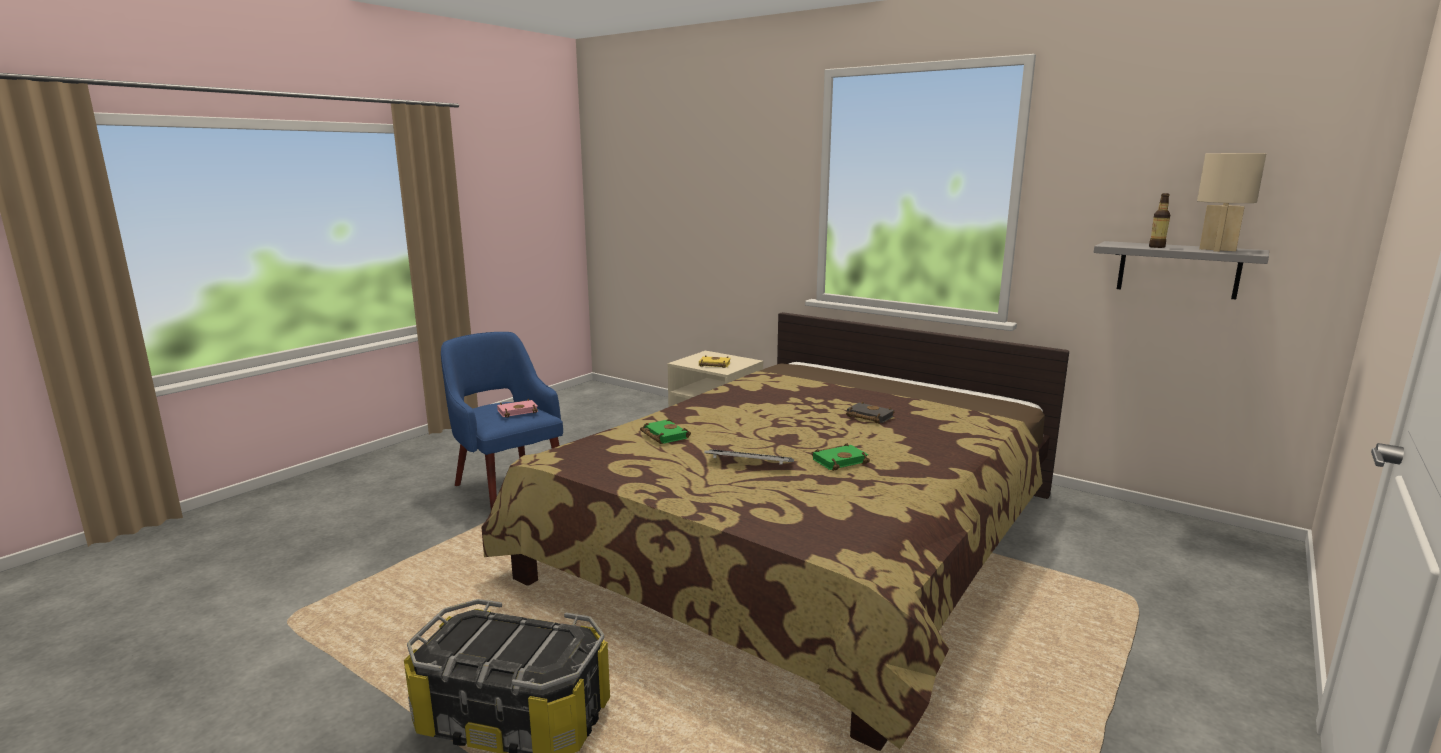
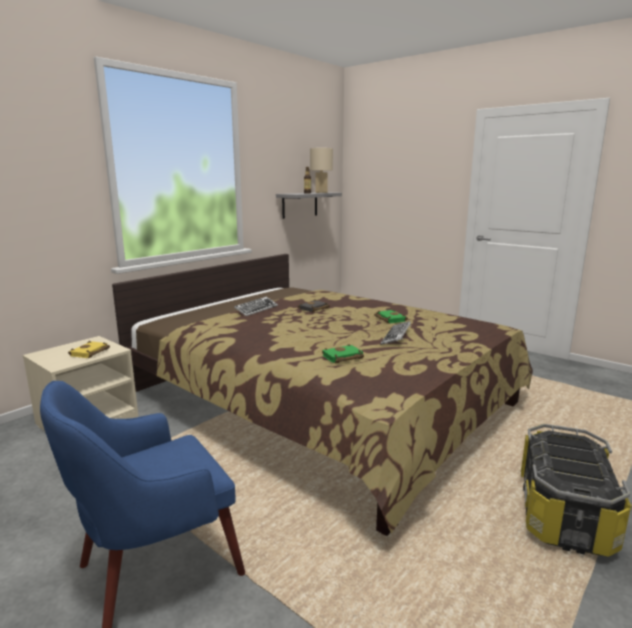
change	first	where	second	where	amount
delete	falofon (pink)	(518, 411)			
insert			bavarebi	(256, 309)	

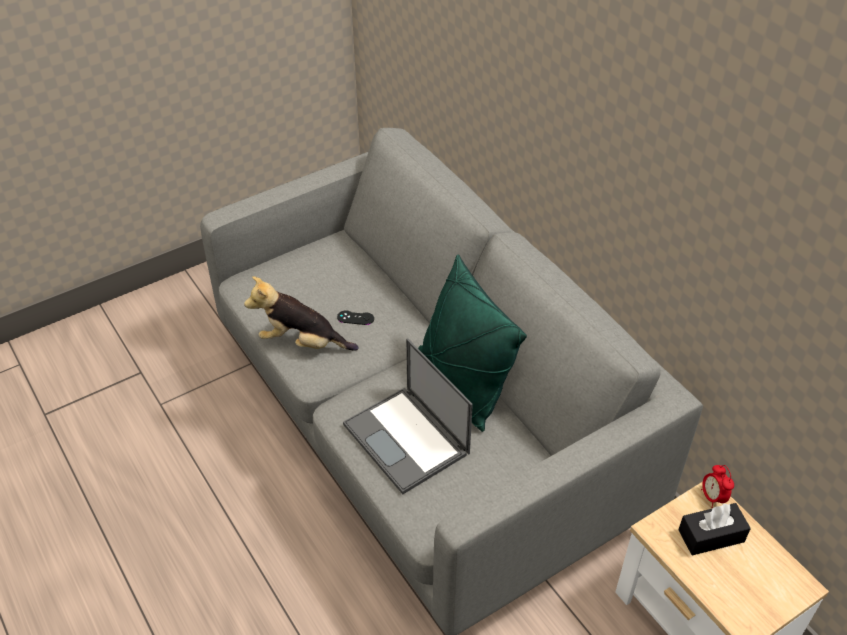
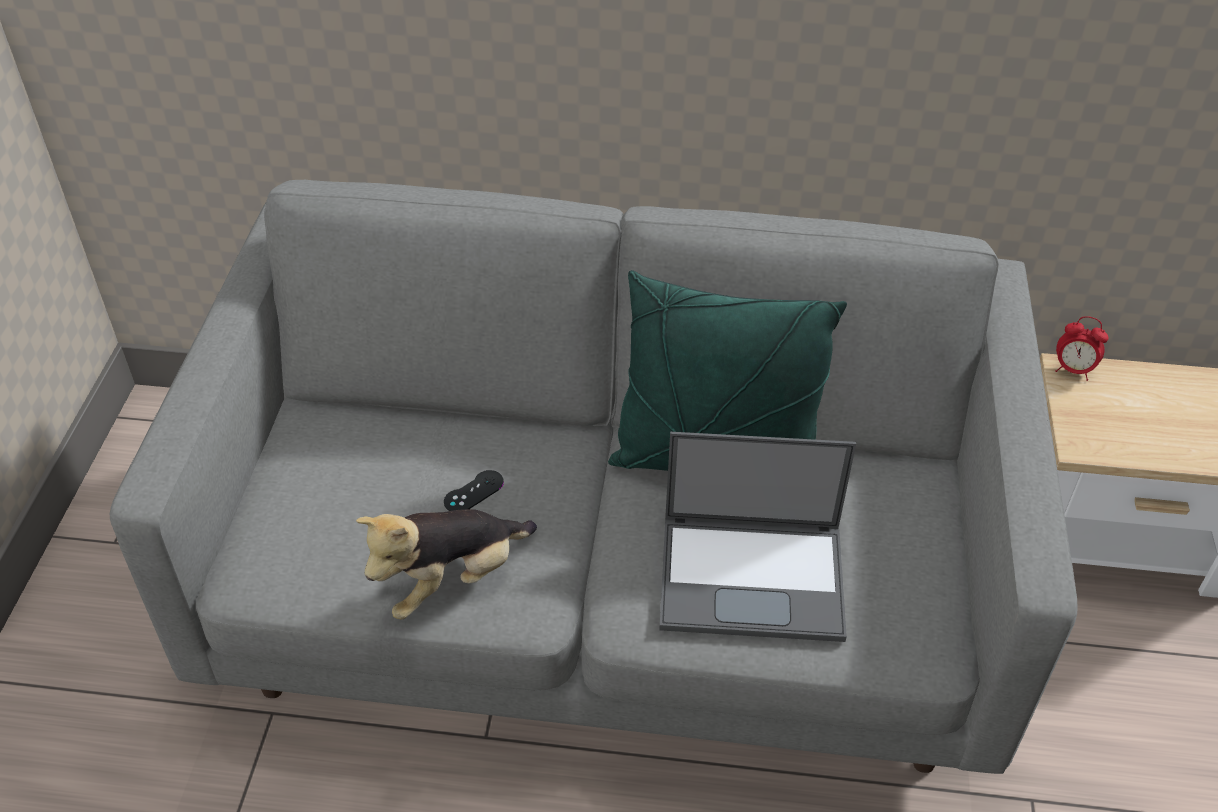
change	first	where	second	where	amount
delete	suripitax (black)	(711, 536)			

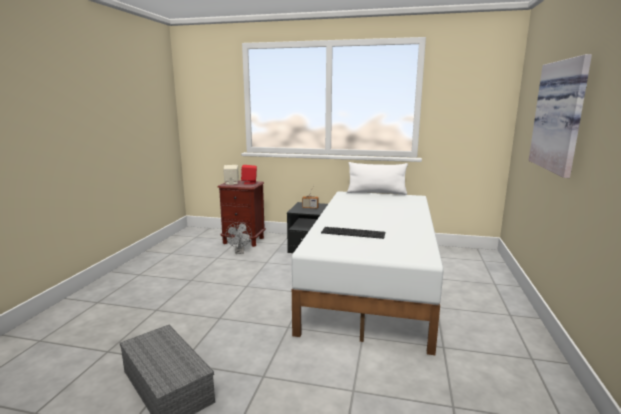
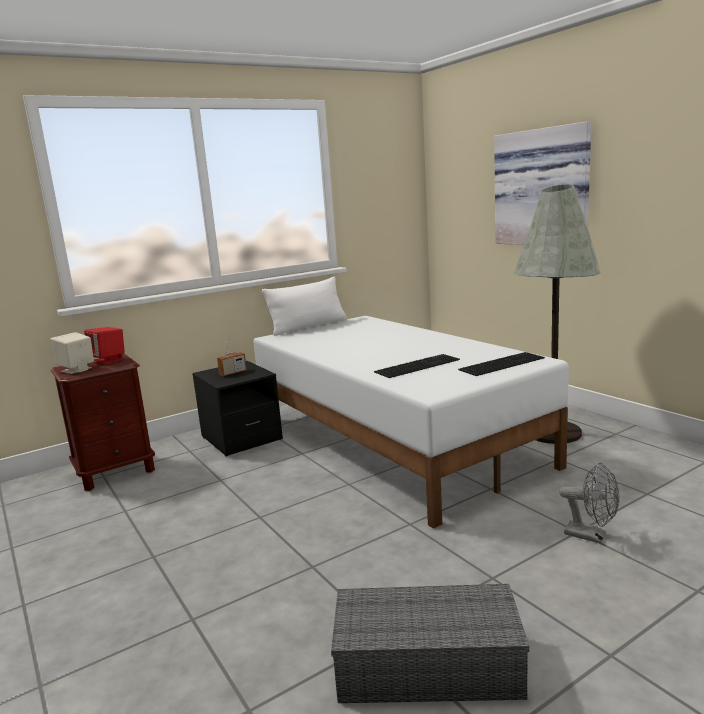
change	first	where	second	where	amount
move	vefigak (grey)	(240, 252)		(591, 536)	
insert			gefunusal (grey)	(553, 433)	
insert			bavarebi	(501, 363)	

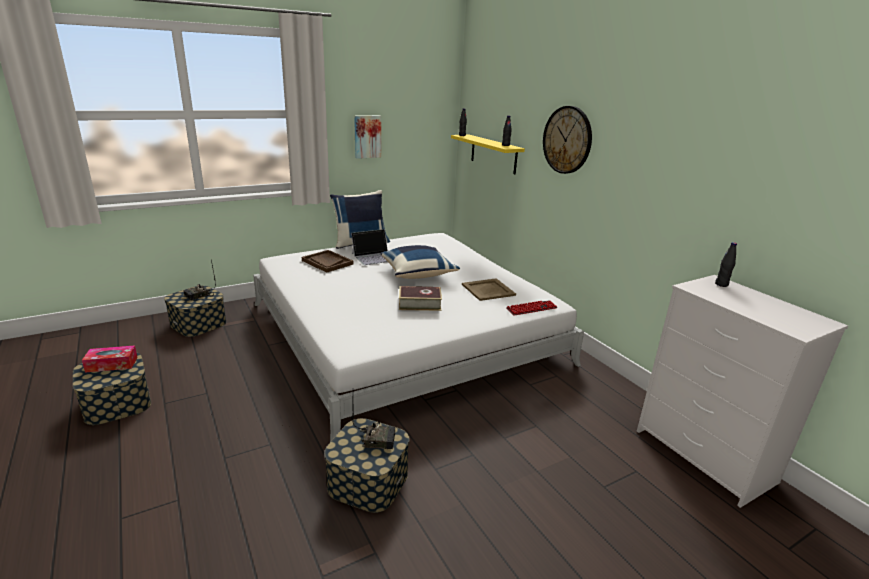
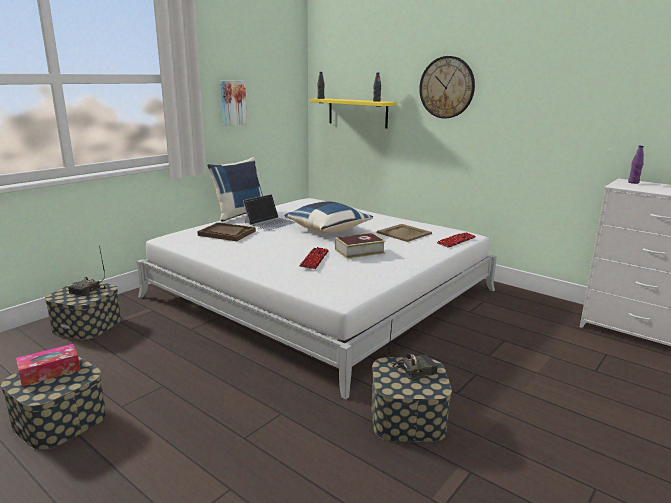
change	first	where	second	where	amount
recolor	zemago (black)	(721, 284)	zemago (purple)	(633, 182)	
insert			bavarebi	(314, 259)	

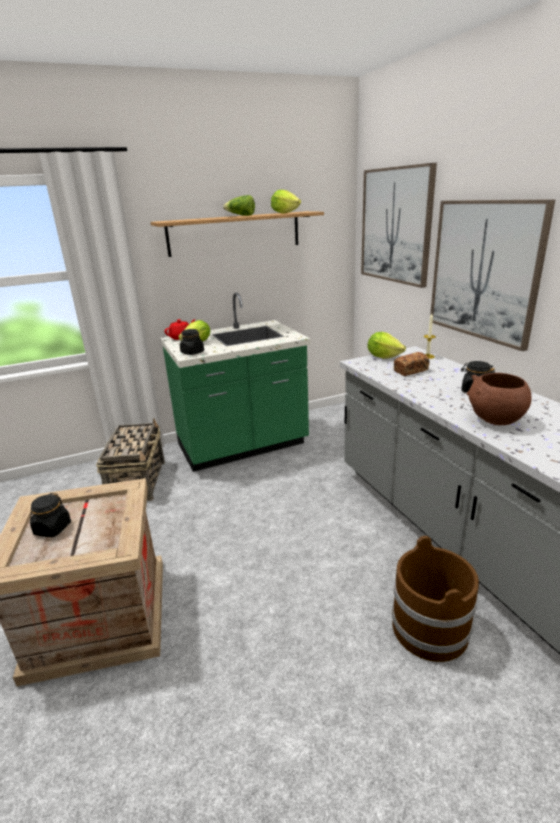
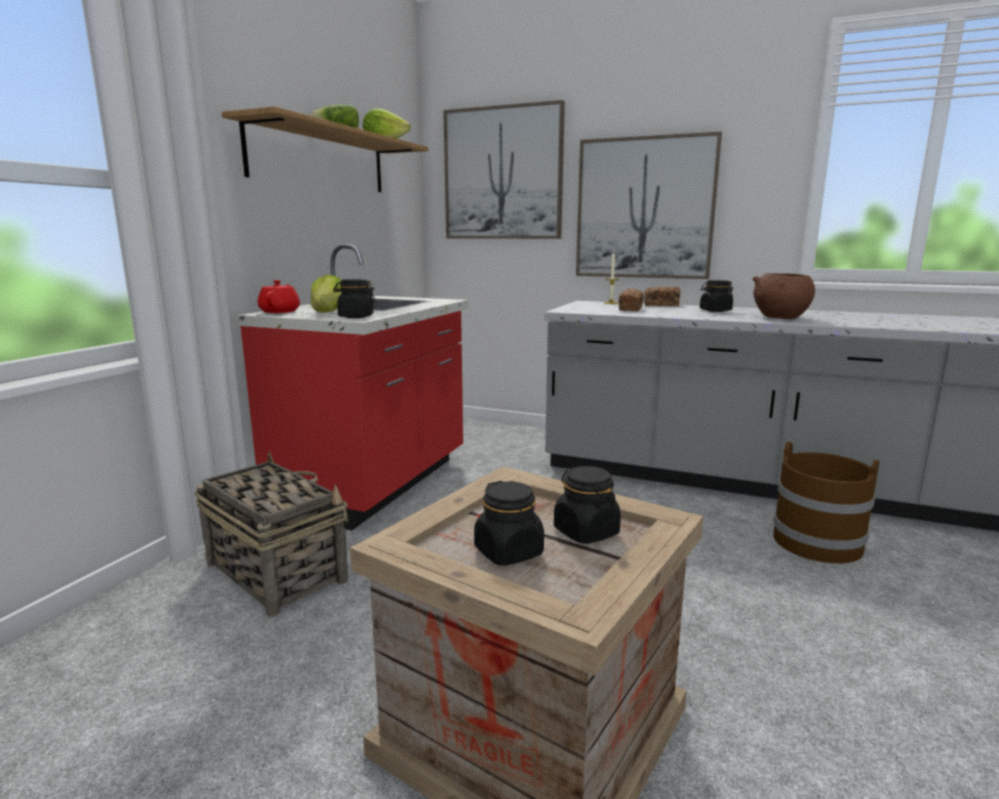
change	first	where	second	where	amount
recolor	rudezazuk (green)	(242, 446)	rudezazuk (red)	(375, 485)	
delete	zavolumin	(383, 356)			
insert			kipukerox	(661, 305)	
insert			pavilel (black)	(585, 532)	

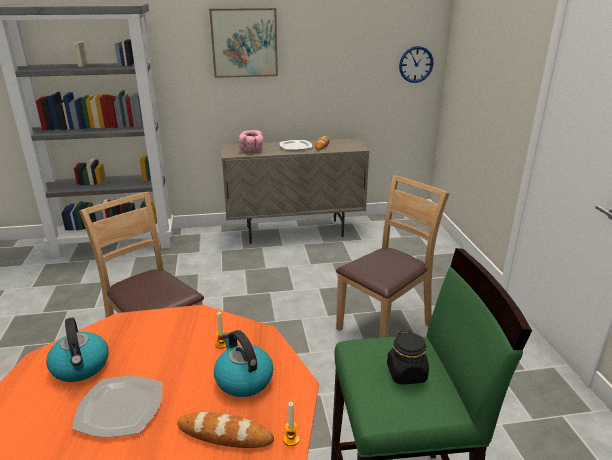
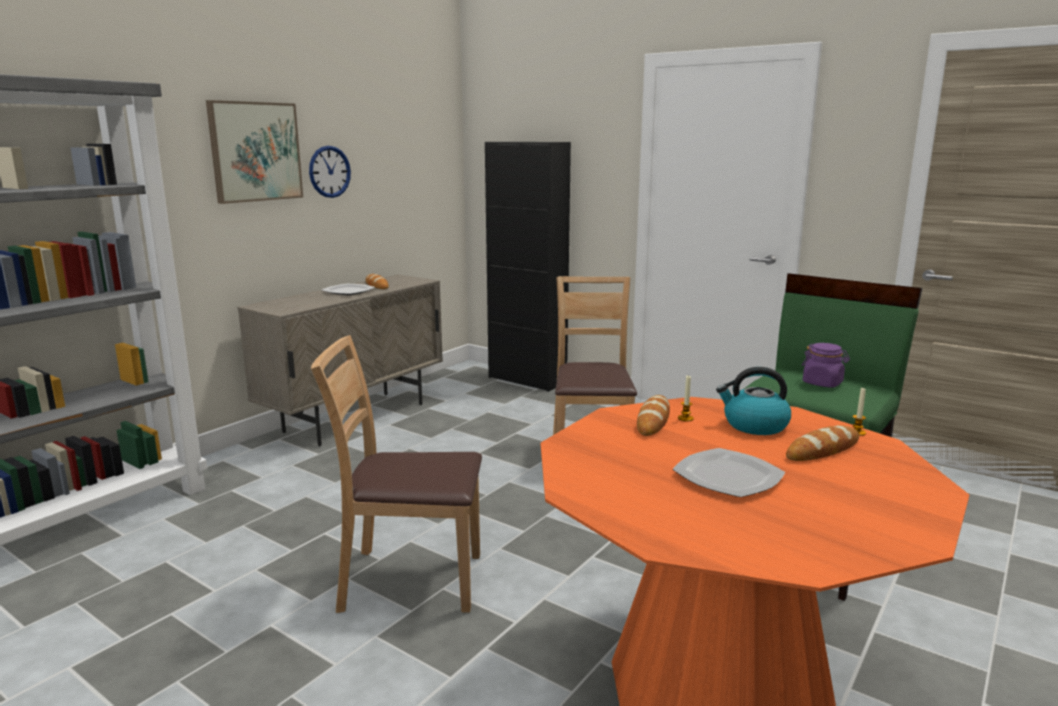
change	first	where	second	where	amount
move	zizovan	(416, 64)		(329, 171)	
delete	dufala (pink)	(252, 150)			
delete	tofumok	(81, 367)			
recolor	pavilel (black)	(406, 373)	pavilel (purple)	(822, 383)	
insert			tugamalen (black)	(527, 380)	
insert			kipukerox	(653, 420)	

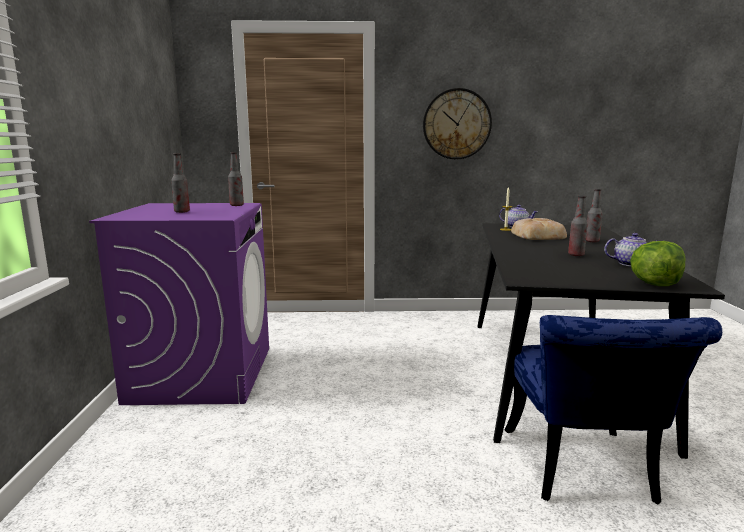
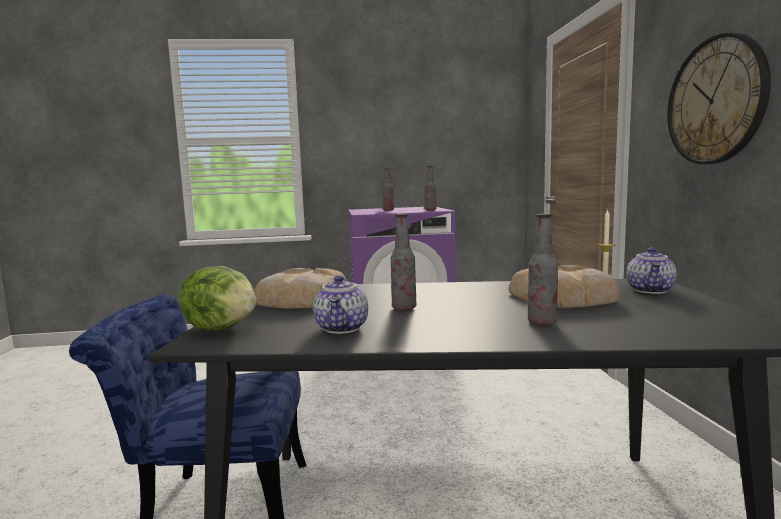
change	first	where	second	where	amount
insert			kipukerox	(301, 299)	

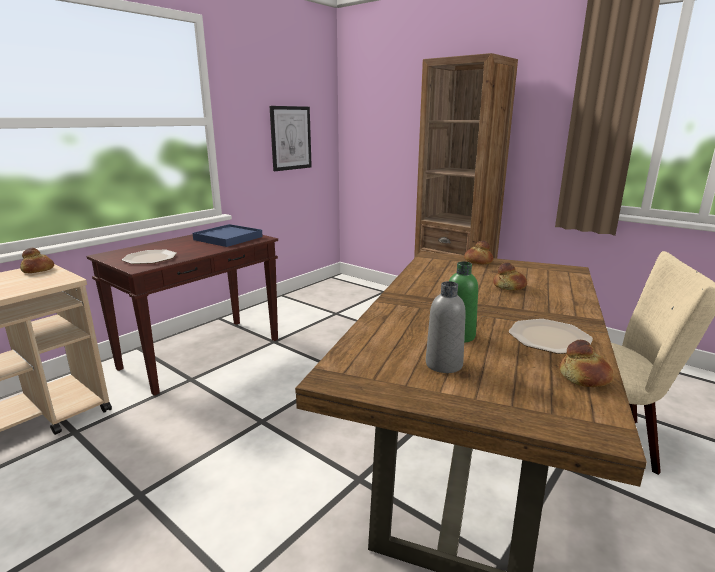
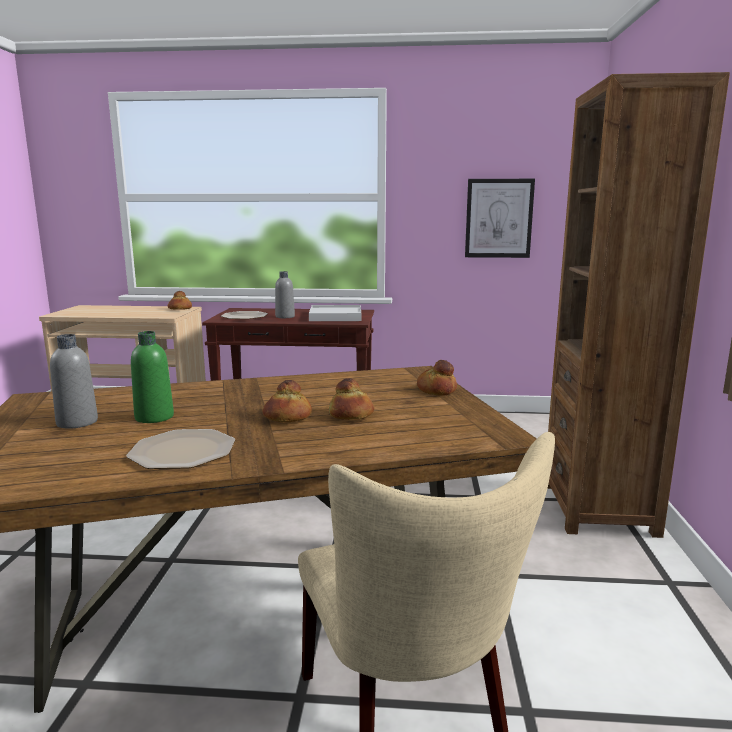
change	first	where	second	where	amount
recolor	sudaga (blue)	(228, 238)	sudaga (white)	(335, 316)	
move	kipukerox	(583, 378)		(287, 417)	
insert			zemago (grey)	(285, 316)	

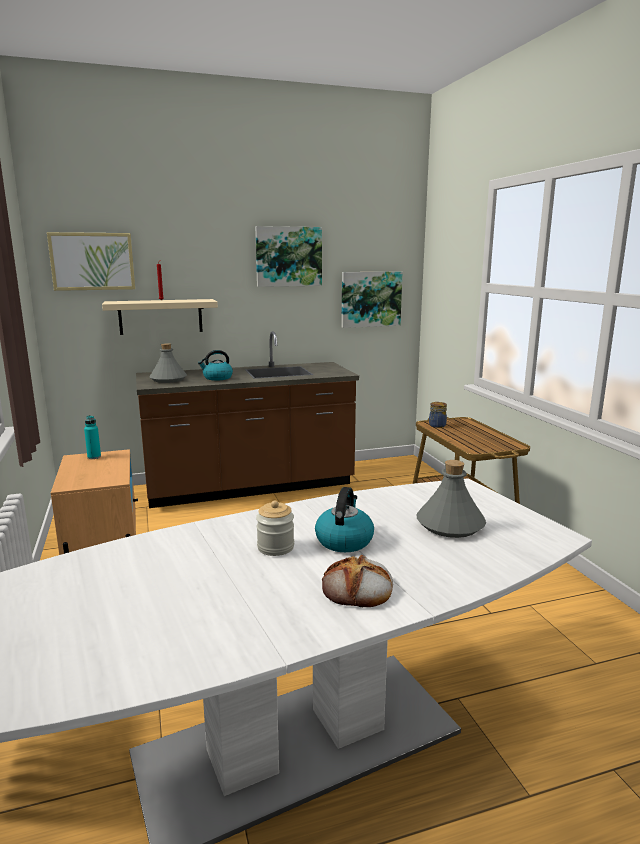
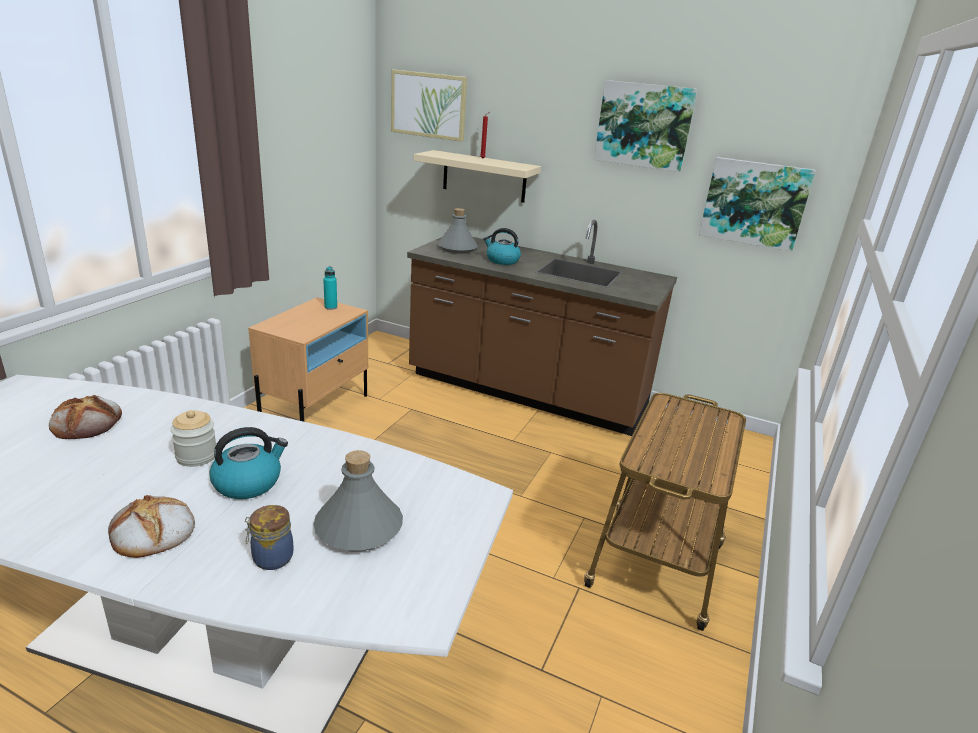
change	first	where	second	where	amount
move	pavilel	(436, 426)		(271, 558)	
insert			kipukerox	(87, 422)	

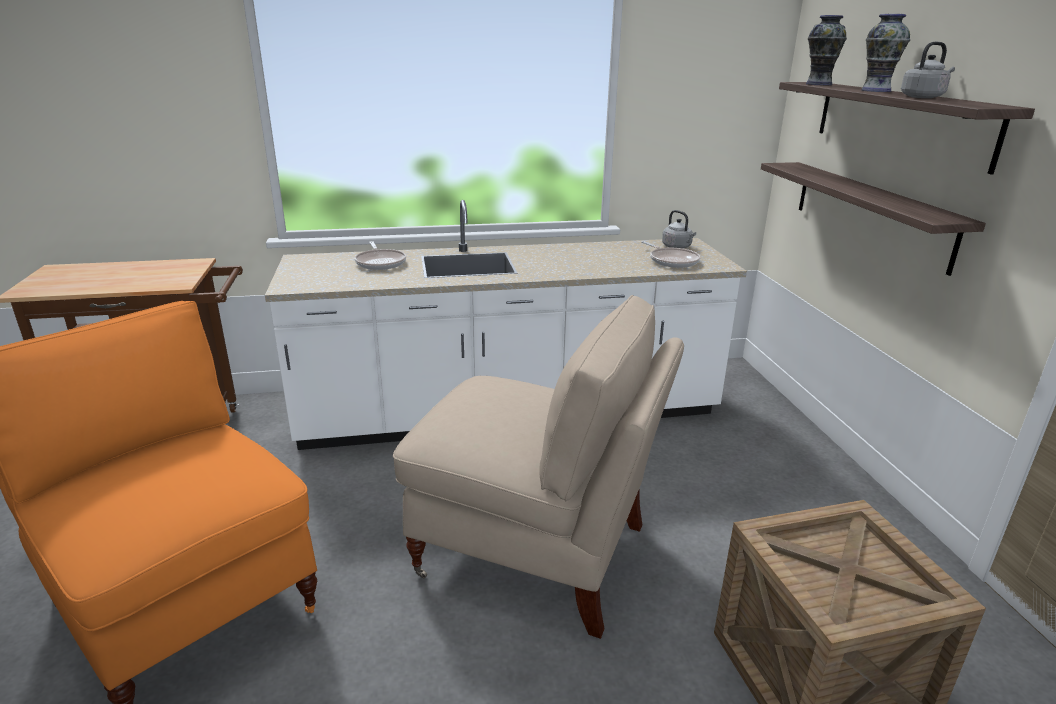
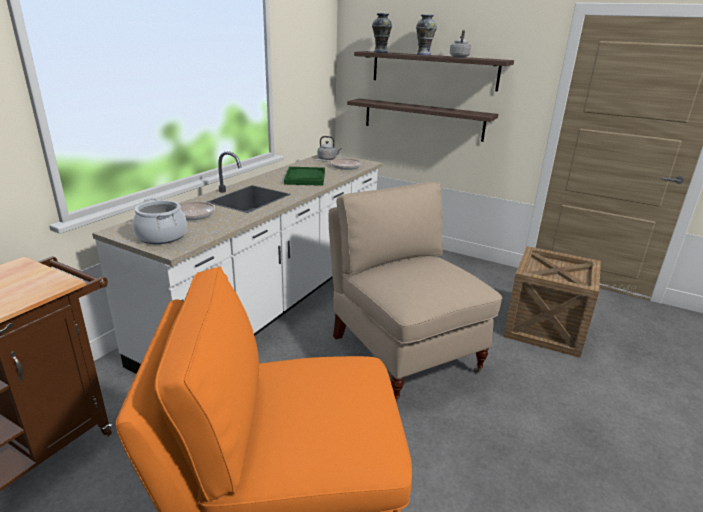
change	first	where	second	where	amount
rotate	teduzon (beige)	(537, 552)		(403, 352)	90 degrees counterclockwise
insert			sudaga (green)	(305, 178)	
insert			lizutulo	(162, 236)	

